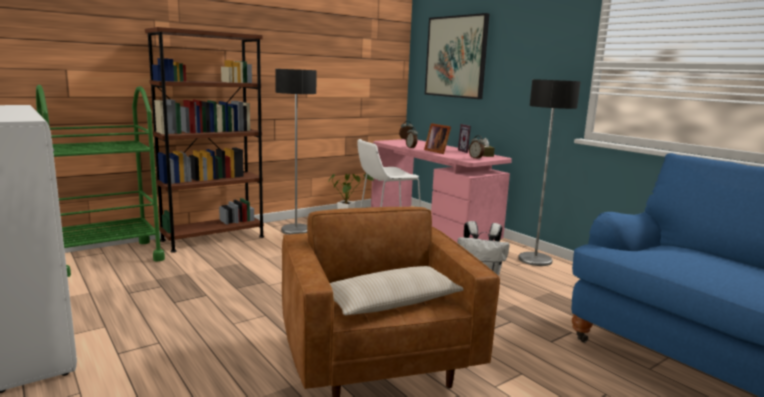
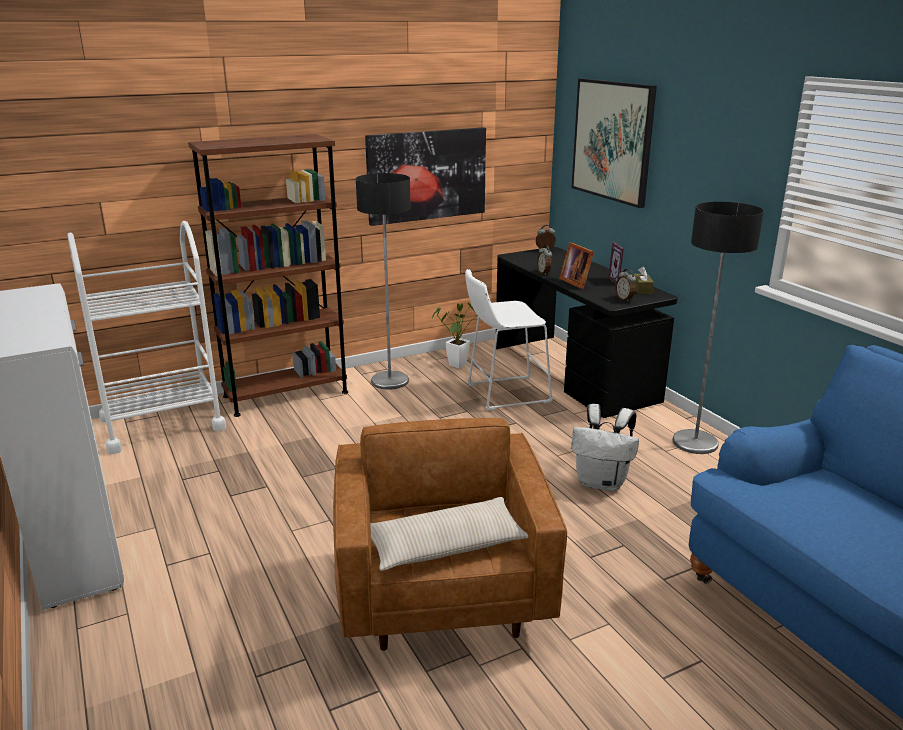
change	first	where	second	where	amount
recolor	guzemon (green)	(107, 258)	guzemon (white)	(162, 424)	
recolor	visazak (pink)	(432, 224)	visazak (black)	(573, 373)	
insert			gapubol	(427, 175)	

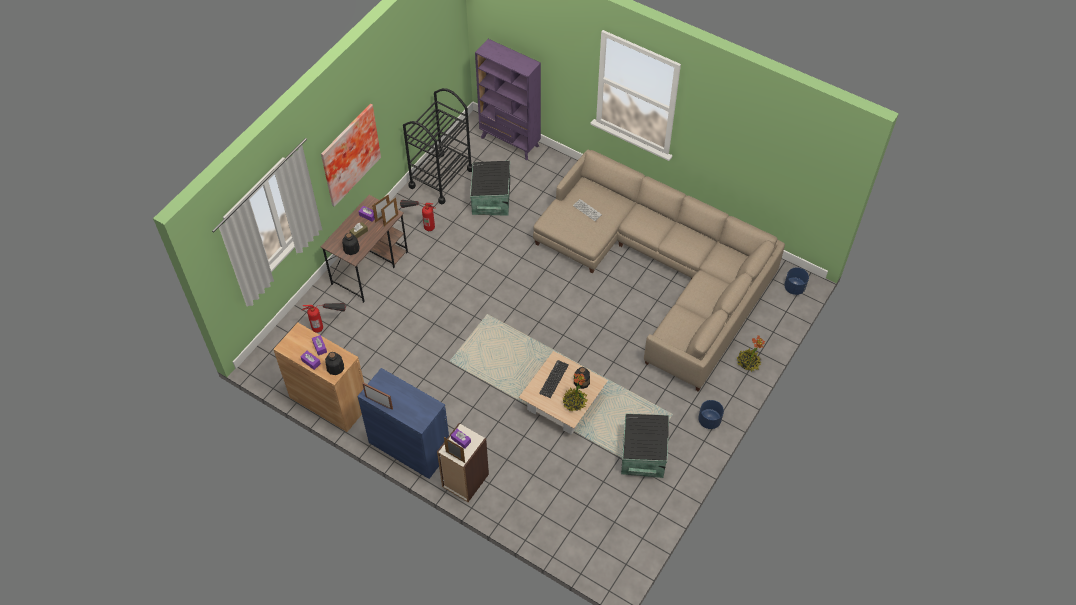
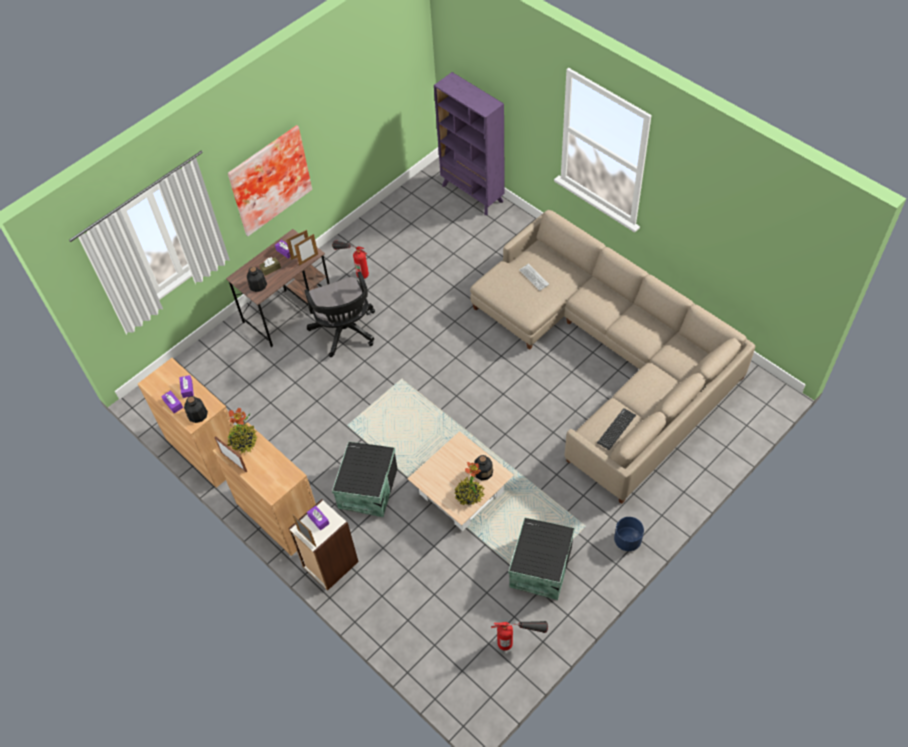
change	first	where	second	where	amount
delete	guzemon (black)	(441, 178)			
move	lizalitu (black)	(490, 198)		(367, 489)	
delete	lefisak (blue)	(794, 287)			
move	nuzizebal	(328, 325)		(519, 641)	
move	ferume	(748, 362)		(243, 441)	
move	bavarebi	(554, 379)		(616, 429)	
recolor	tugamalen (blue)	(409, 446)	tugamalen (brown)	(279, 515)	
insert			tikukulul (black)	(345, 332)	

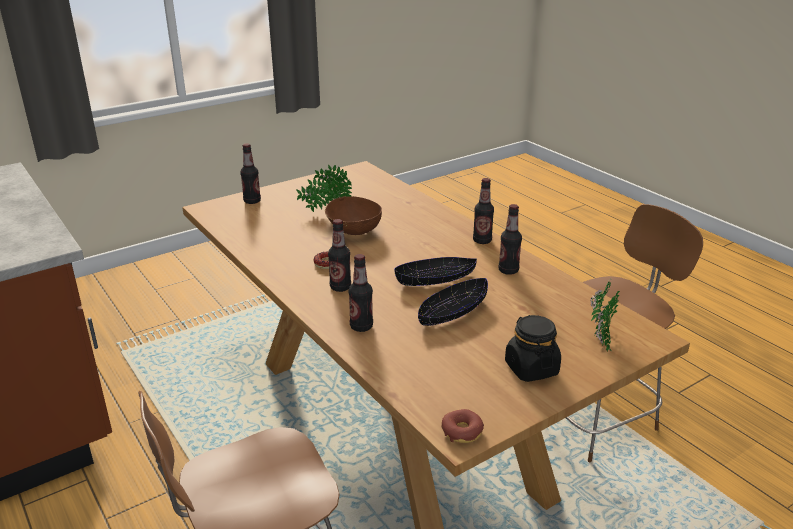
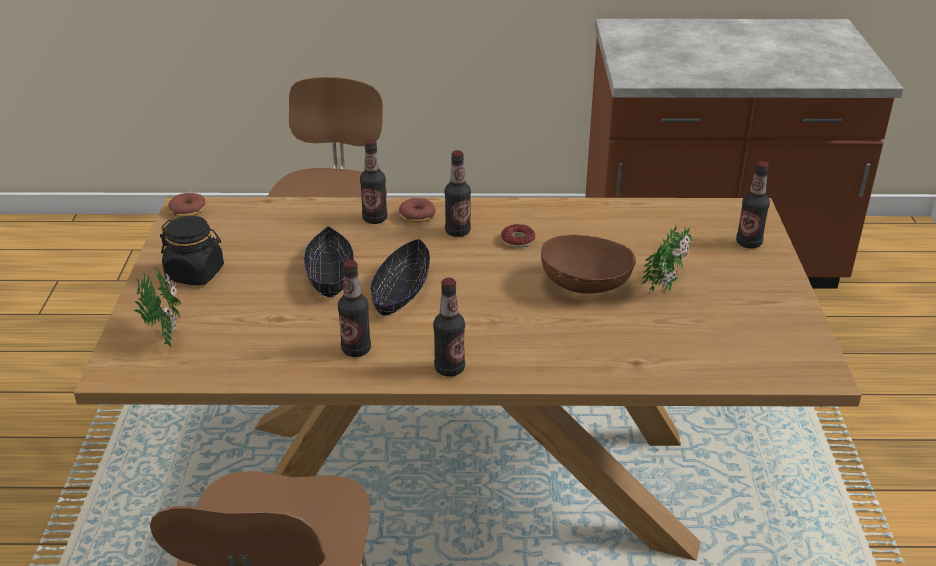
change	first	where	second	where	amount
insert			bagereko	(417, 216)	

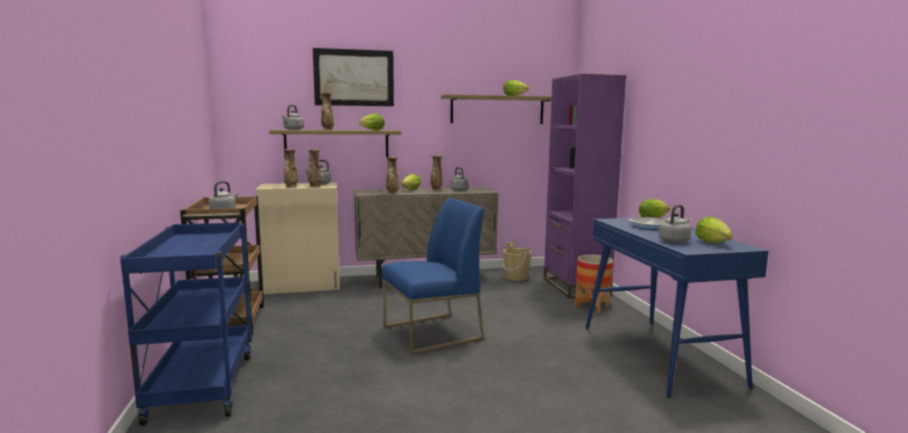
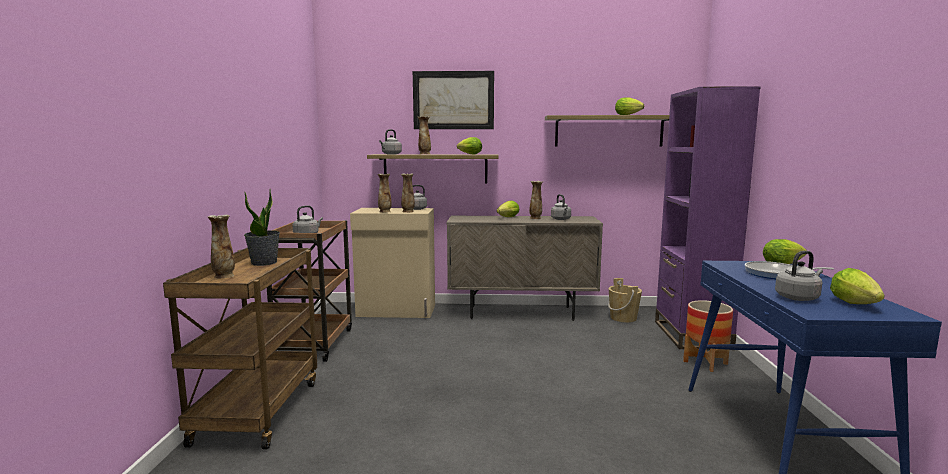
change	first	where	second	where	amount
move	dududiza	(392, 193)		(224, 276)	
delete	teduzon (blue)	(432, 333)			
recolor	guzemon (blue)	(201, 385)	guzemon (brown)	(258, 410)	
insert			ferume	(264, 263)	

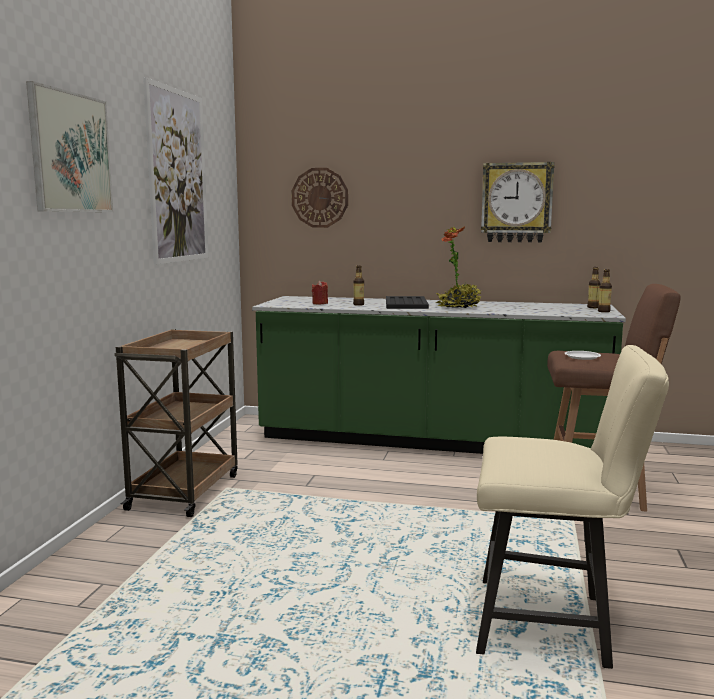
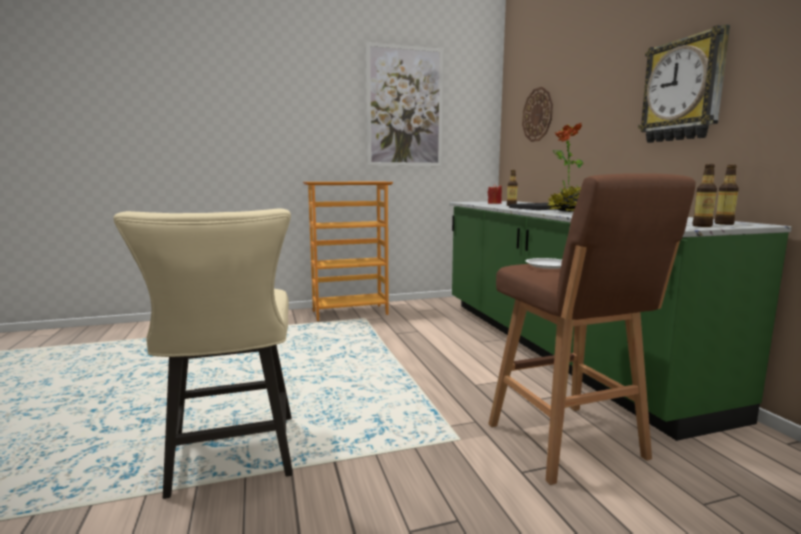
change	first	where	second	where	amount
delete	gapubol	(71, 153)			
replace	guzemon (brown)	(185, 491)	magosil	(350, 312)	

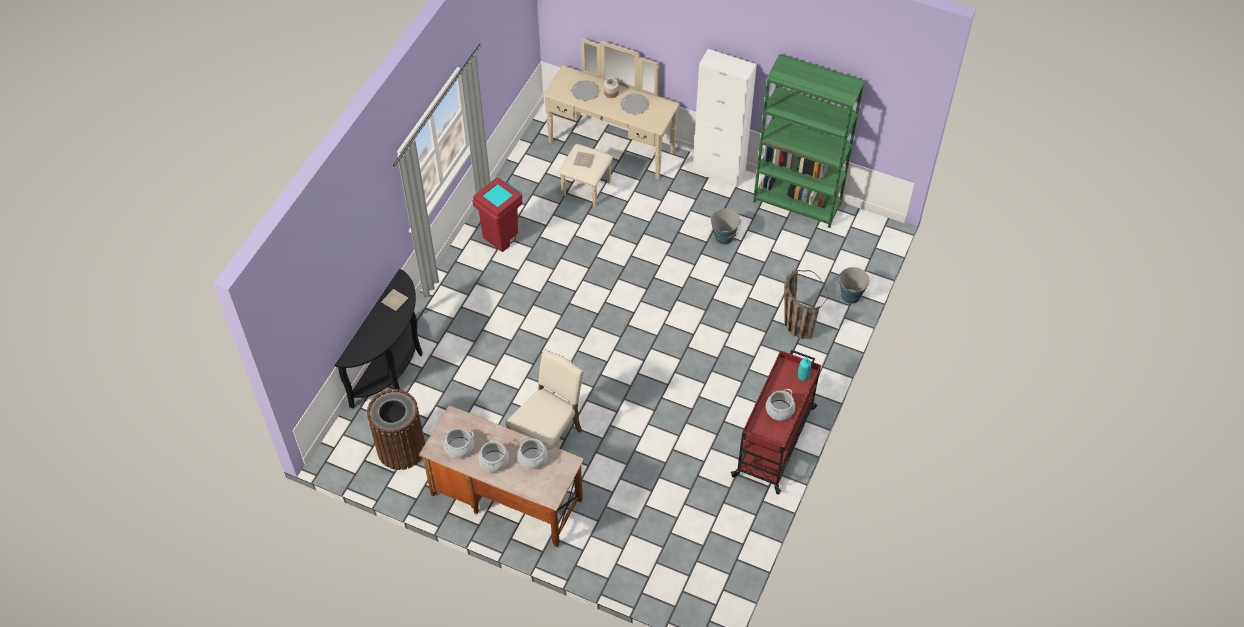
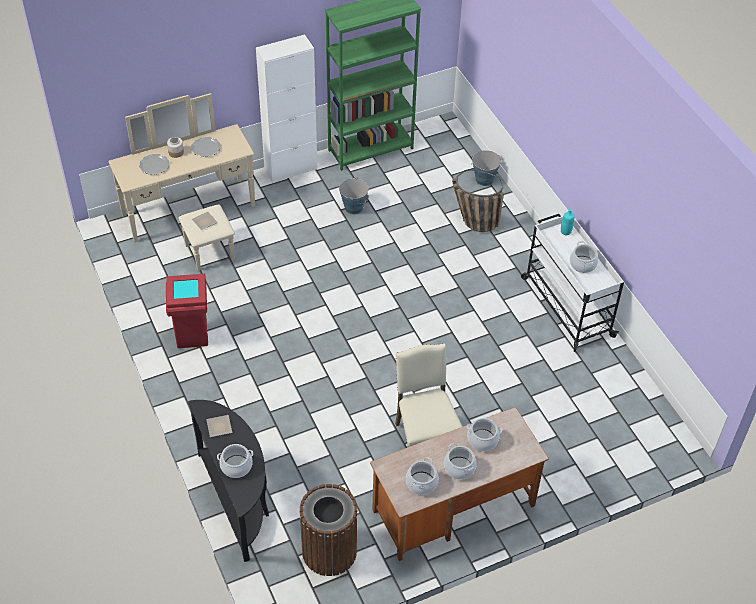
change	first	where	second	where	amount
recolor	guzemon (red)	(775, 440)	guzemon (white)	(566, 306)	
insert			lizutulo	(236, 466)	

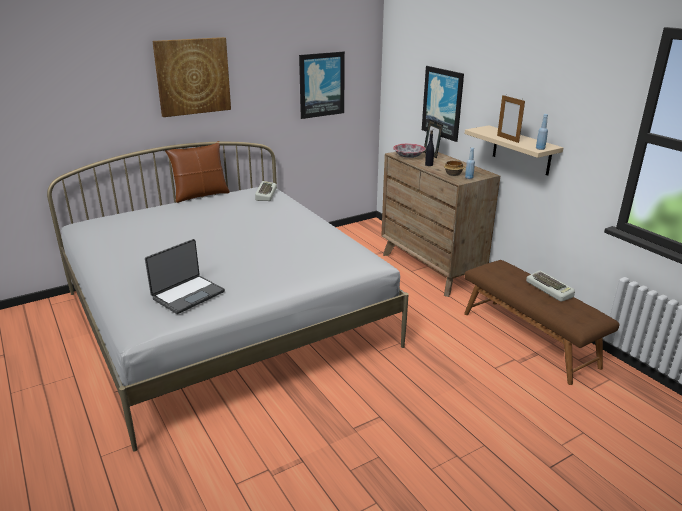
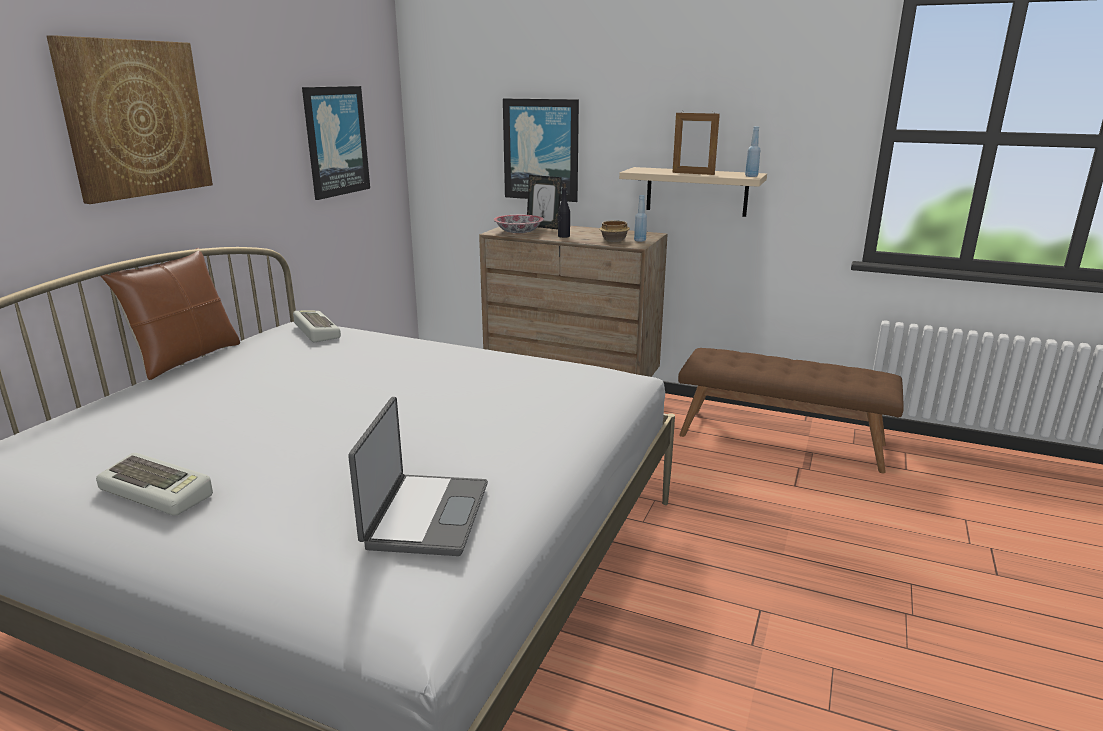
change	first	where	second	where	amount
move	bavarebi	(550, 289)		(159, 491)	

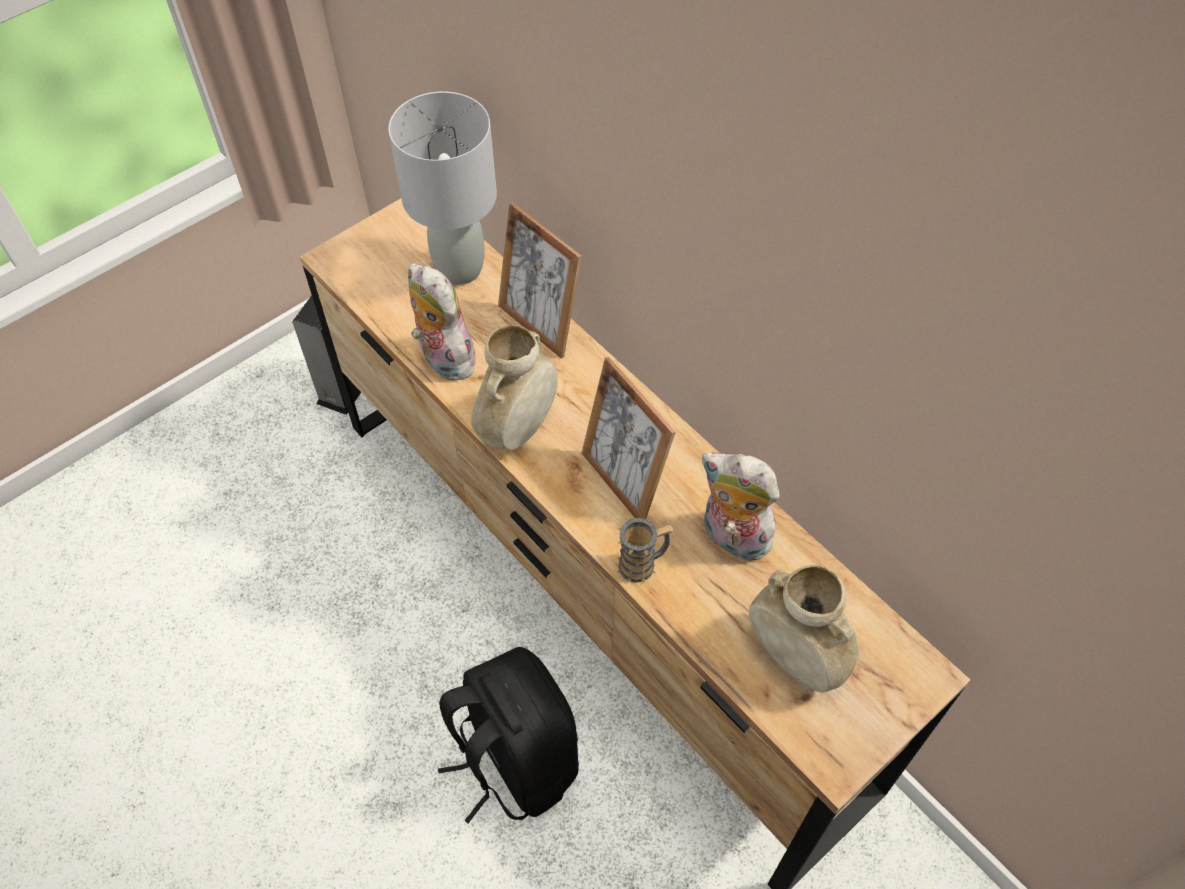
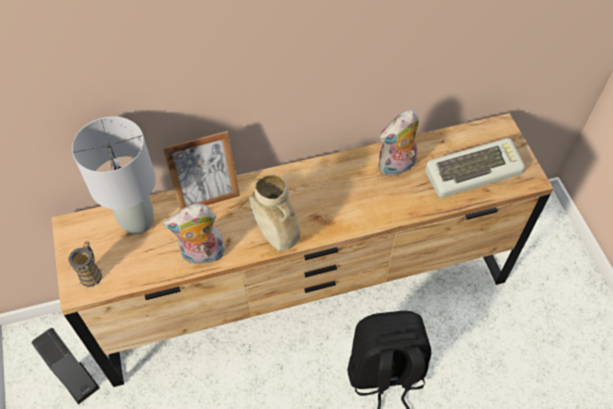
change	first	where	second	where	amount
delete	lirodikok	(623, 481)			
move	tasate	(643, 564)		(92, 273)	
replace	dududiza (beige)	(795, 657)	bavarebi	(473, 170)	

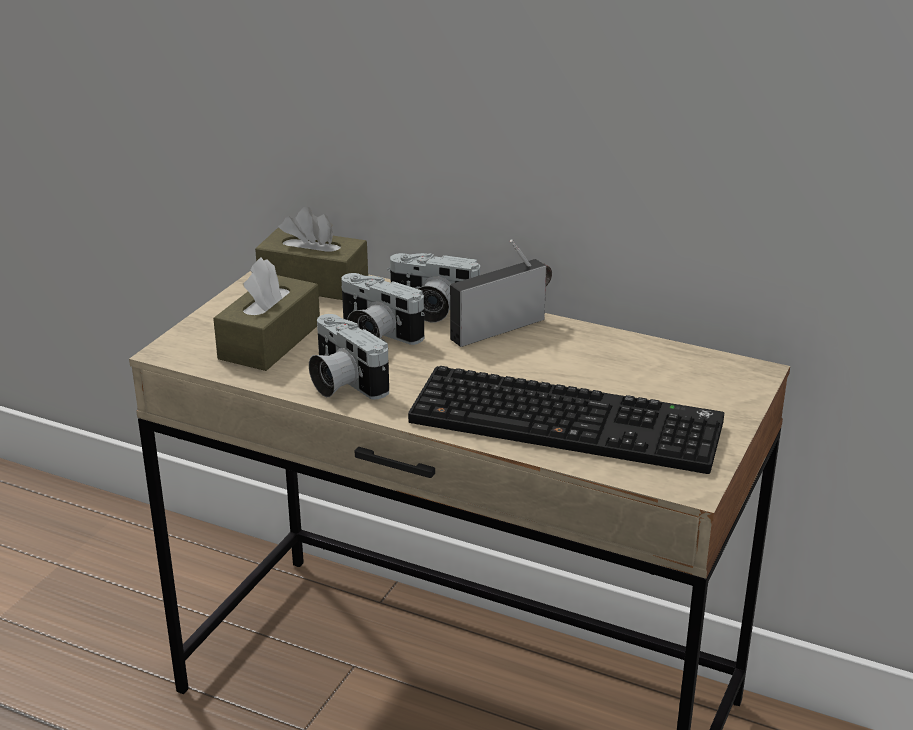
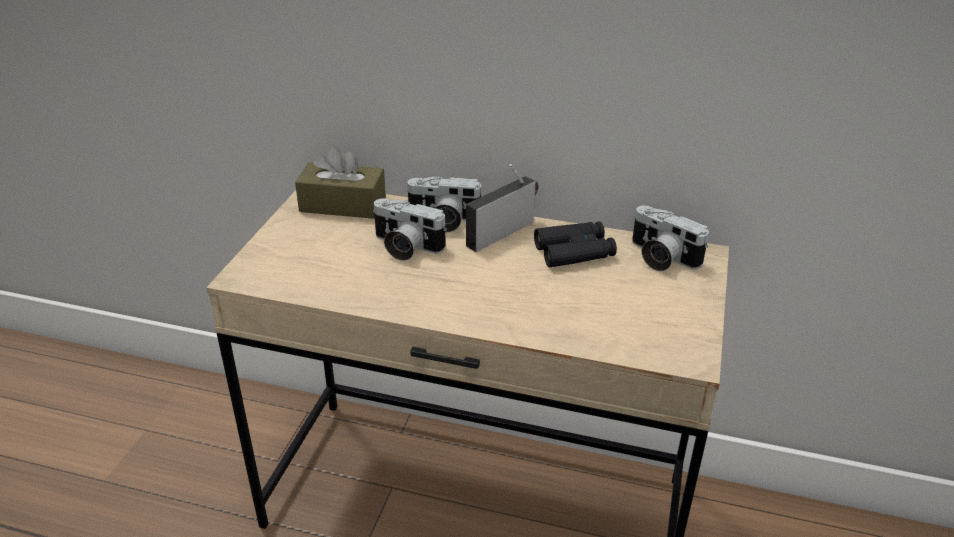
change	first	where	second	where	amount
delete	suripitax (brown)	(270, 341)			
move	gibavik	(342, 382)		(660, 258)	
delete	bavarebi	(569, 421)			
insert			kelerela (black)	(574, 252)	

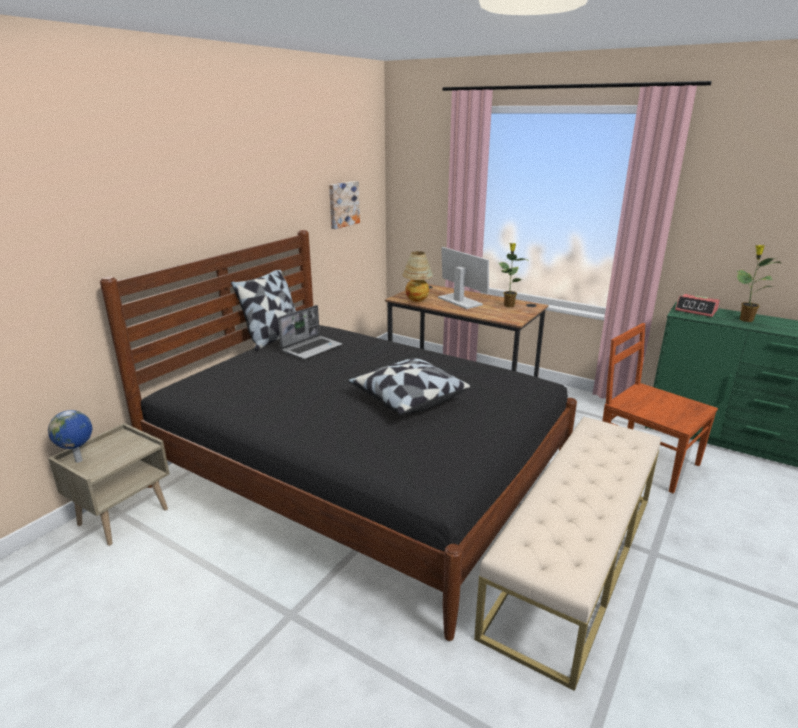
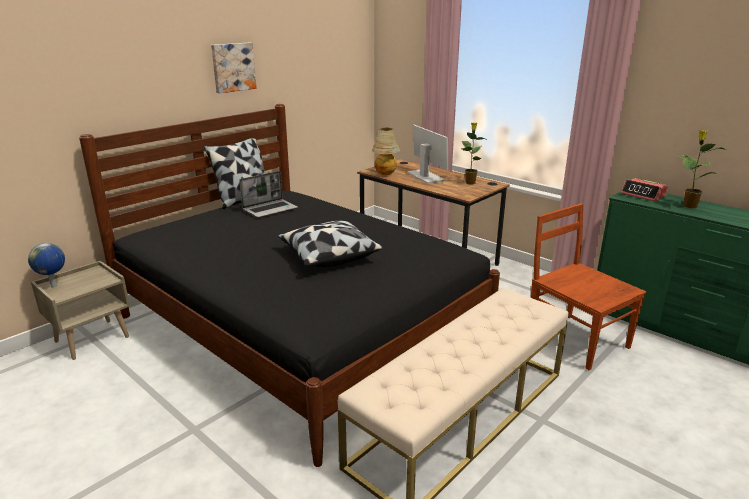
change	first	where	second	where	amount
move	gapubol	(343, 204)		(233, 67)	

